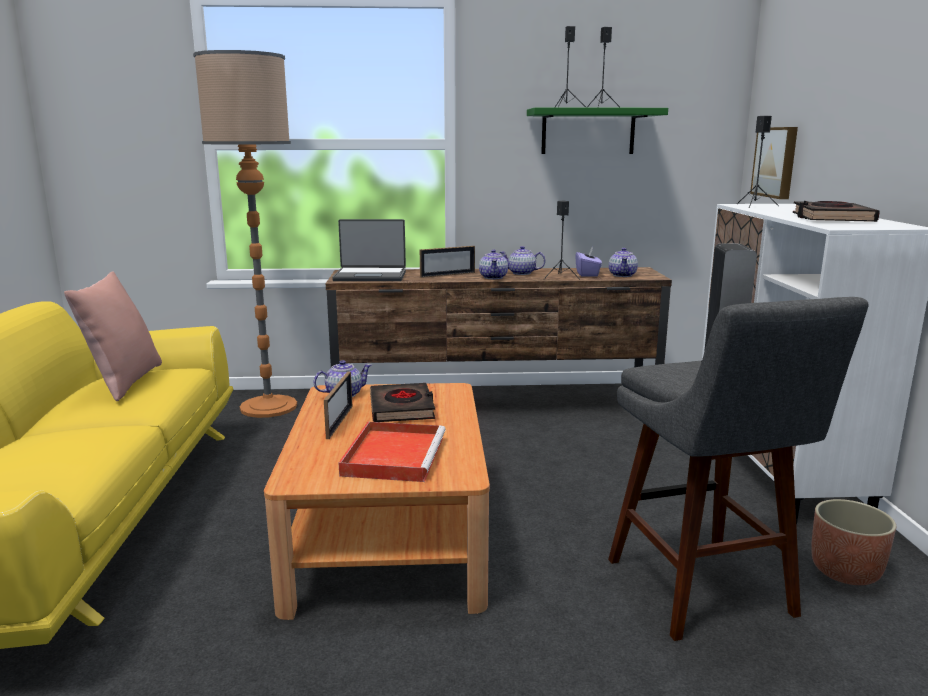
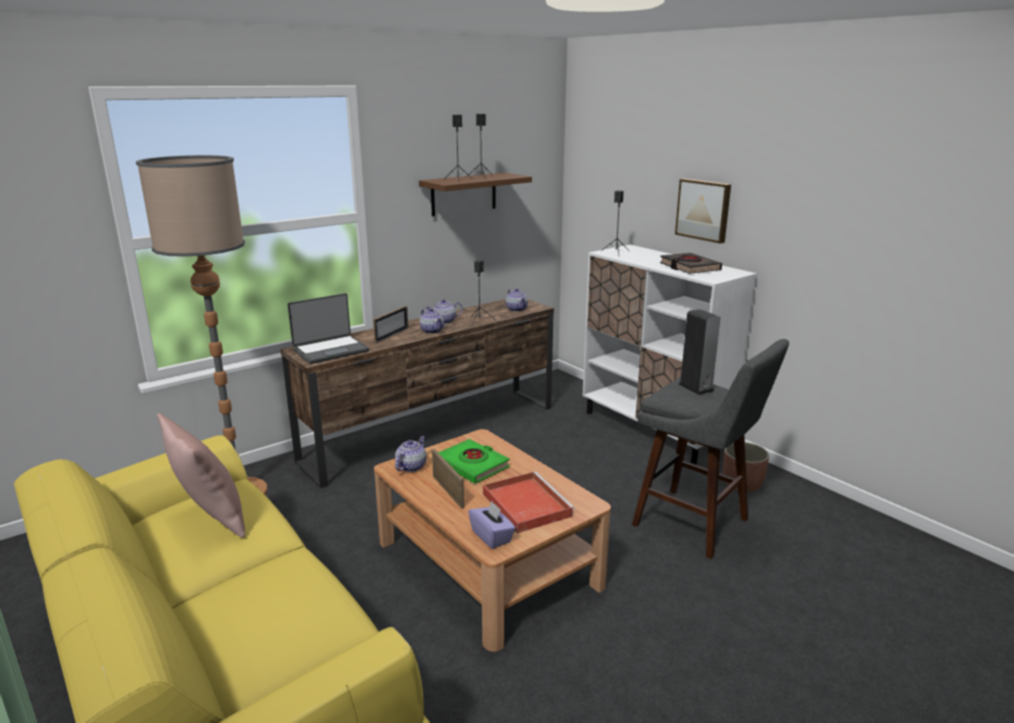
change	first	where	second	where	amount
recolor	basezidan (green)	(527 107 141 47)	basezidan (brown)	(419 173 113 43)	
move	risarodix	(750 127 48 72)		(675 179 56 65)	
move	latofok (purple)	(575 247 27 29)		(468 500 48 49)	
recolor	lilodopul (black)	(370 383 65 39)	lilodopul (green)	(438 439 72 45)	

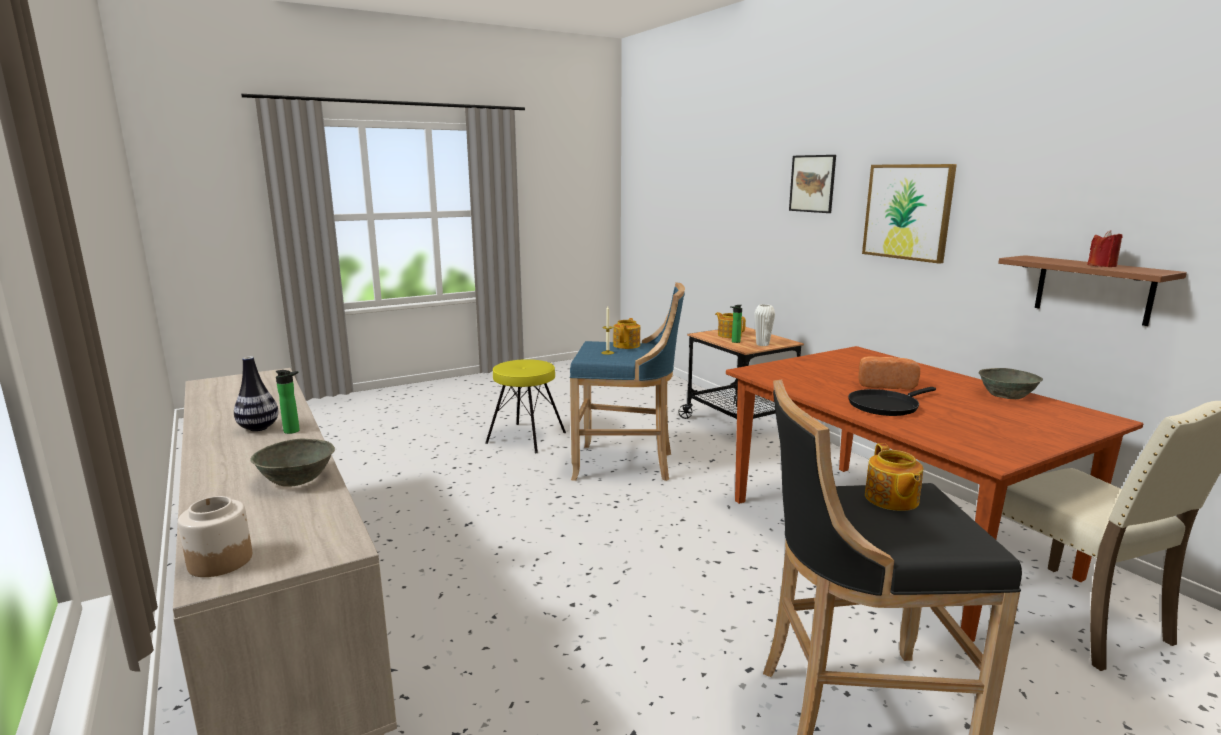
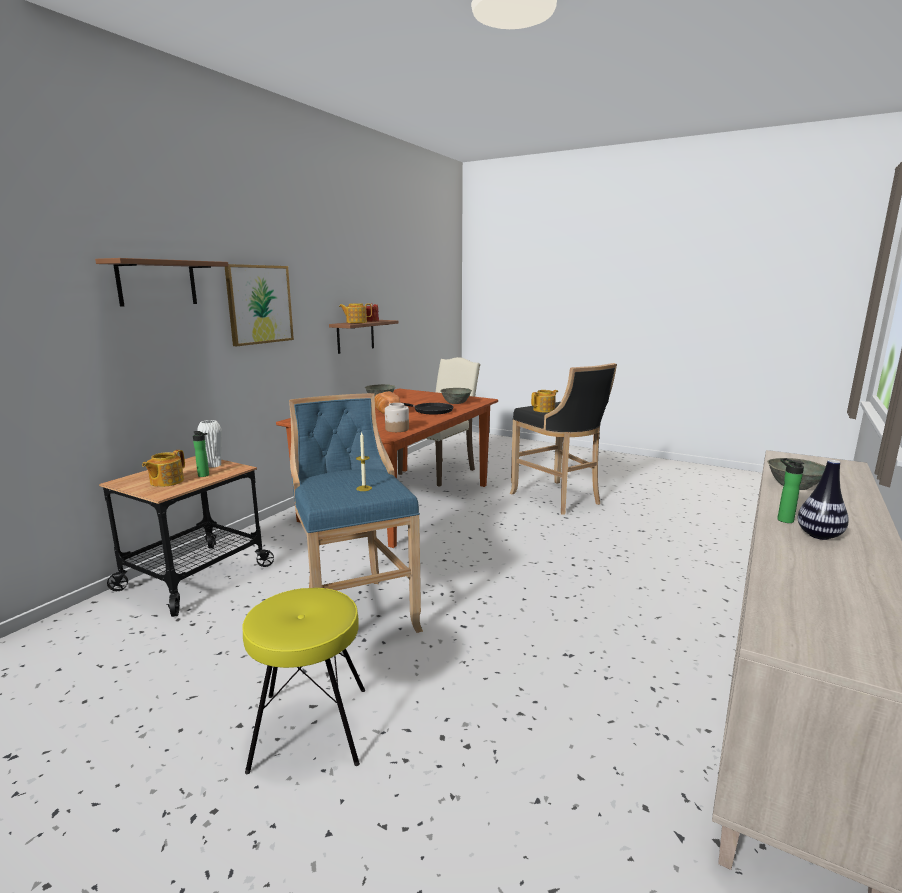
change	first	where	second	where	amount
replace	risarodix	(789 155 47 58)	basezidan (brown)	(95 258 133 49)	
move	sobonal	(613 318 27 31)		(339 303 33 20)	
move	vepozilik	(178 496 74 81)		(385 403 24 29)	
insert			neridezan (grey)	(440 388 32 16)	

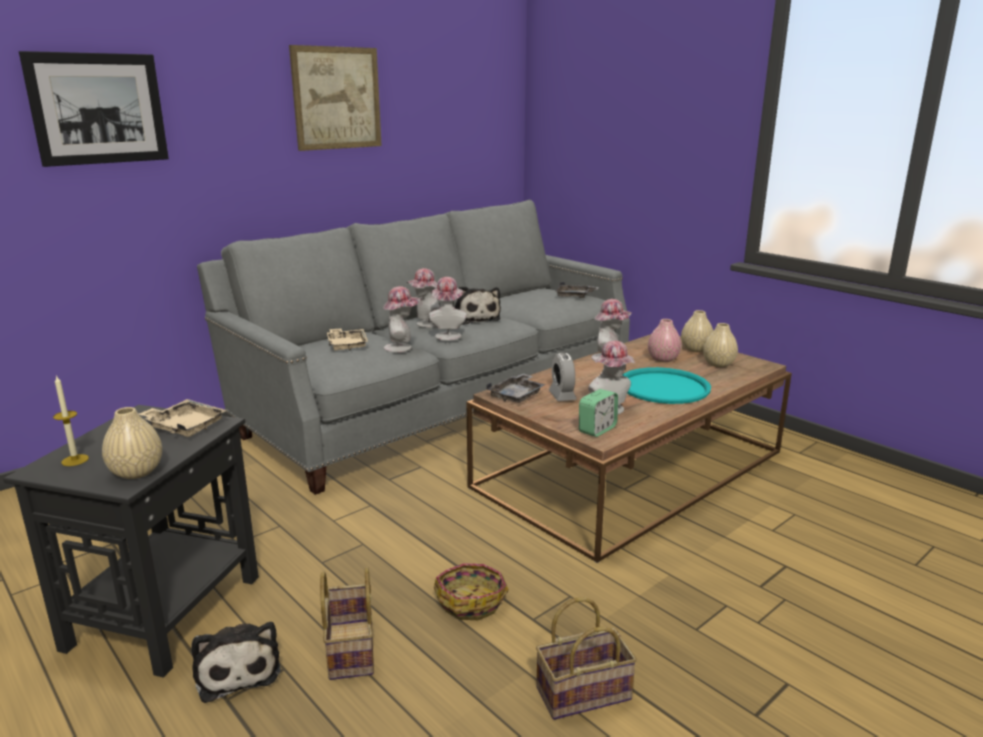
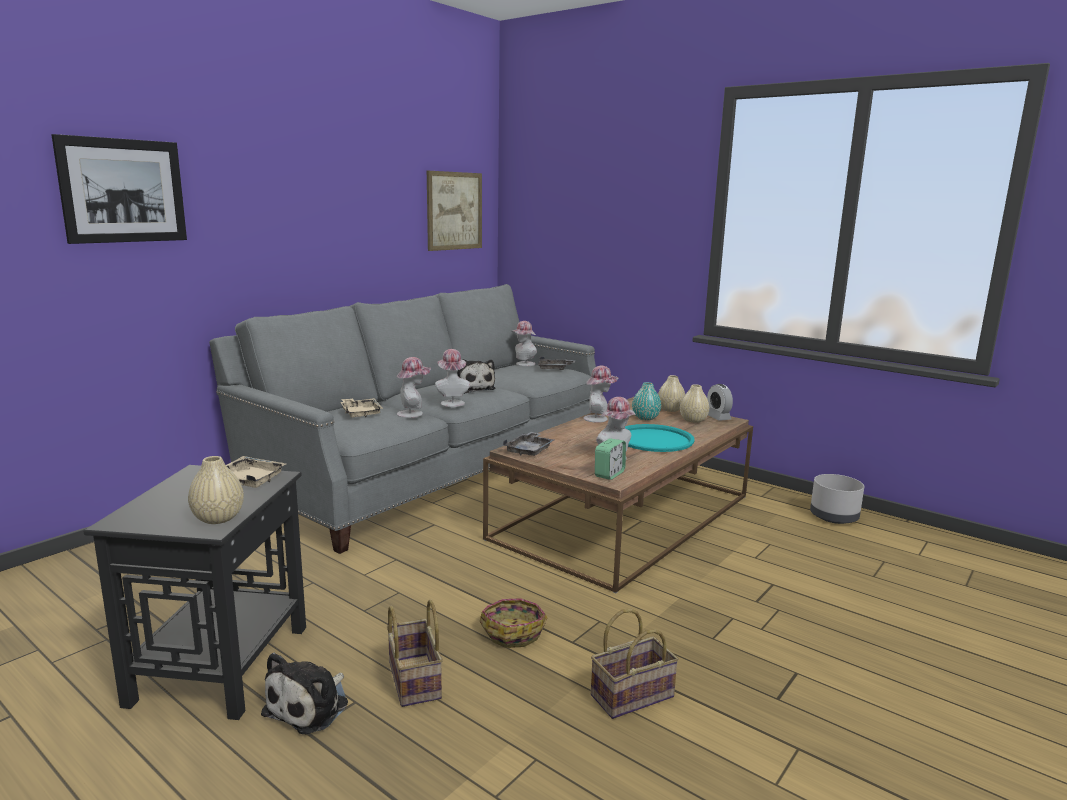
change	first	where	second	where	amount
move	risarodix	(289 45 93 106)		(427 171 55 80)	
move	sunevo	(407 268 33 60)		(512 321 25 45)	
recolor	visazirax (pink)	(648 319 33 43)	visazirax (turquoise)	(632 382 29 38)	
move	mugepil	(549 353 28 48)		(707 384 26 37)	
delete	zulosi	(53 375 36 91)			
rotate	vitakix	(191 622 90 81)		(261 653 87 81)	60 degrees clockwise
insert			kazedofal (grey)	(810 474 54 50)	

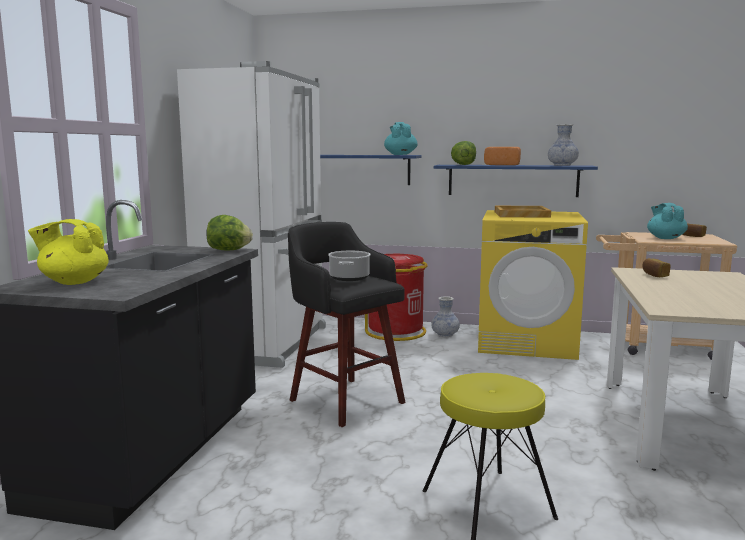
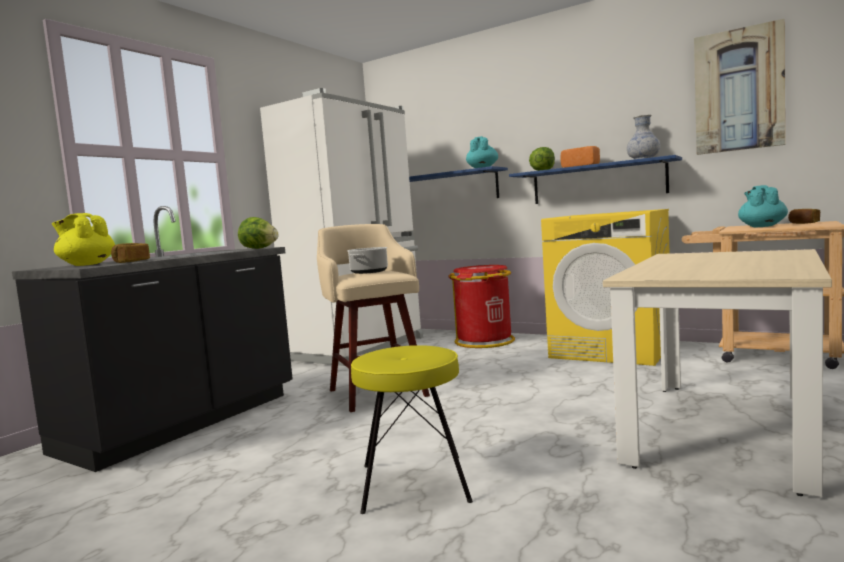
change	first	where	second	where	amount
delete	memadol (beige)	(495 206 56 12)			
recolor	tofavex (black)	(288 222 118 205)	tofavex (beige)	(317 224 113 188)	
move	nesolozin	(642 258 29 19)		(111 243 39 20)	
delete	visazirax	(431 296 29 41)			
insert			risarodix	(694 19 91 136)	

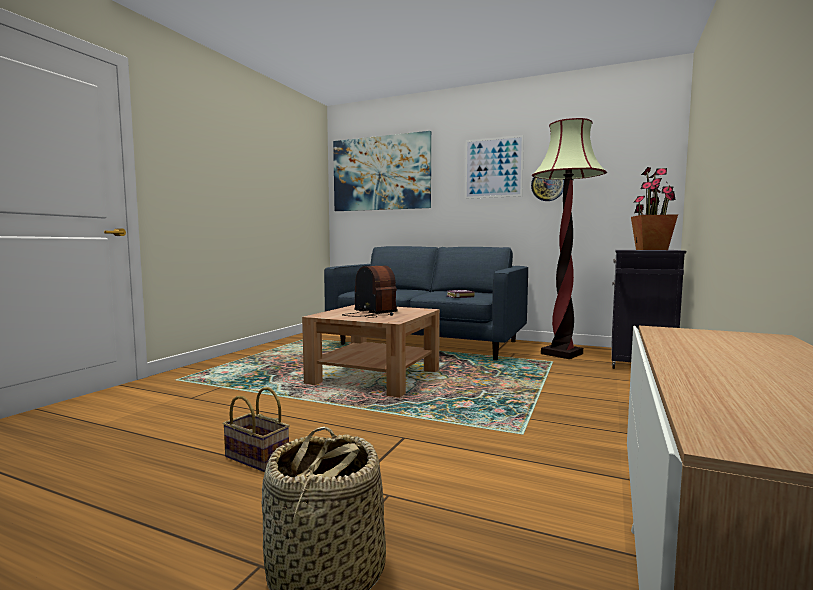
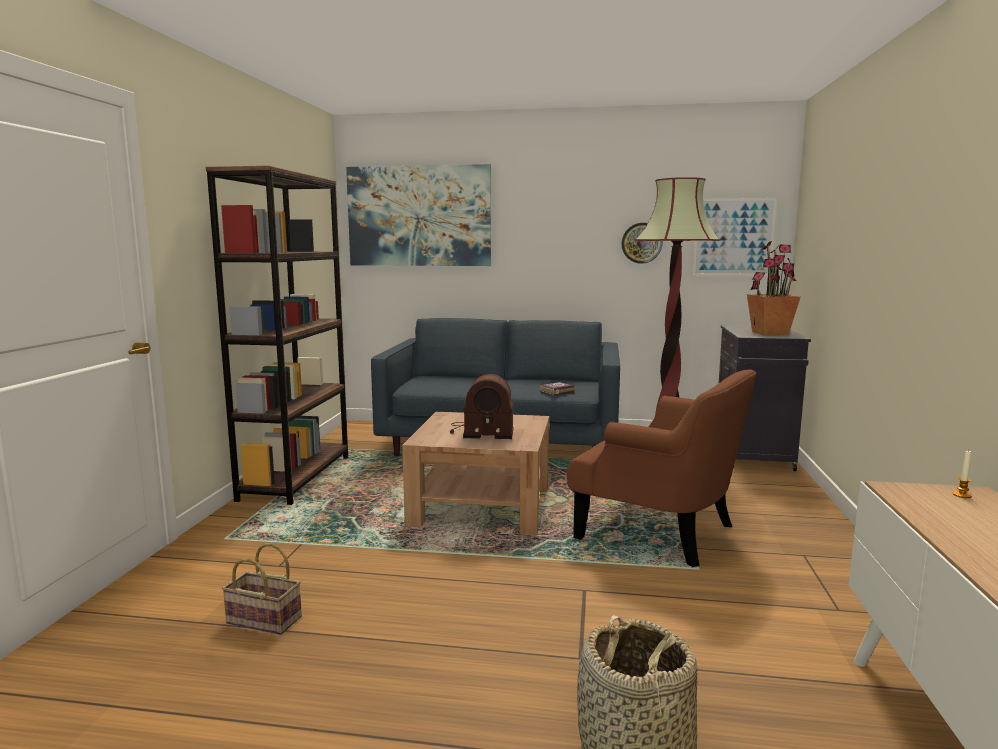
change	first	where	second	where	amount
move	risarodix	(465 135 59 64)		(692 198 85 78)	
rotate	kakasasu	(342 266 56 51)		(450 374 63 65)	150 degrees clockwise
move	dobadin	(223 387 67 85)		(222 543 80 92)	
insert			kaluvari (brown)	(206 166 142 339)	
insert			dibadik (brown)	(567 369 189 198)	
insert			zulosi	(952 450 20 48)	

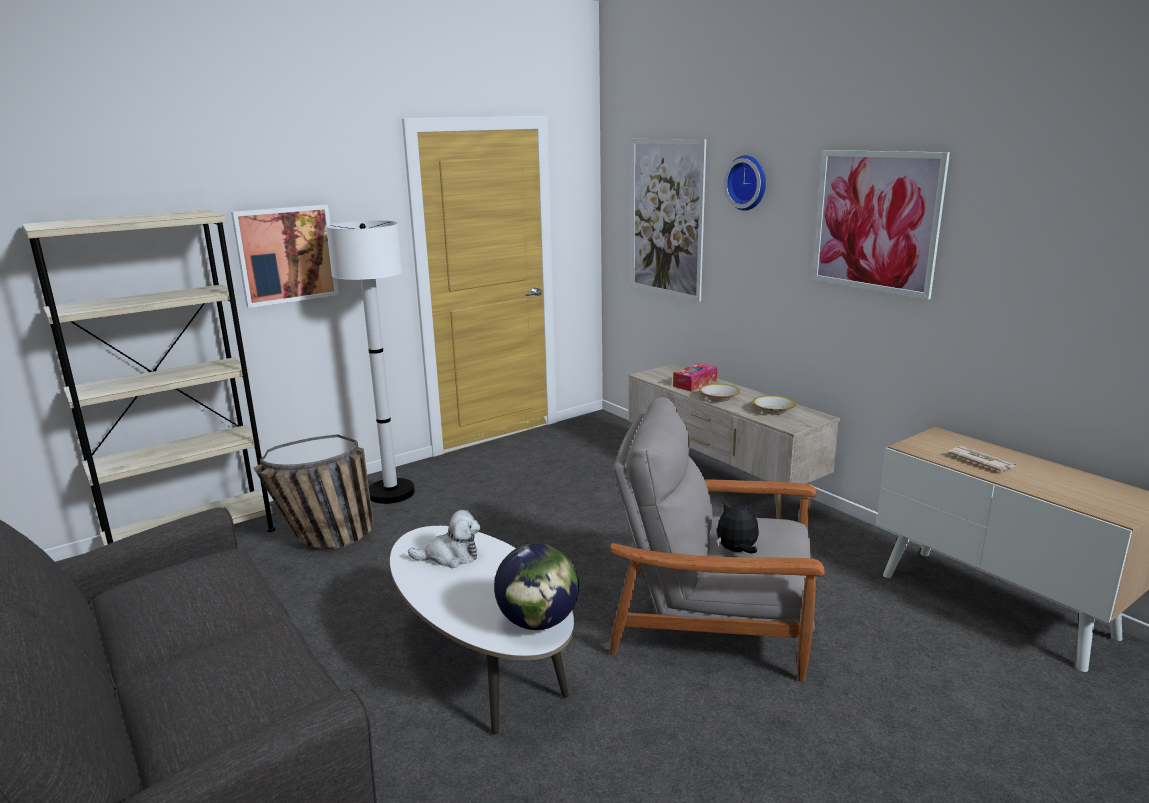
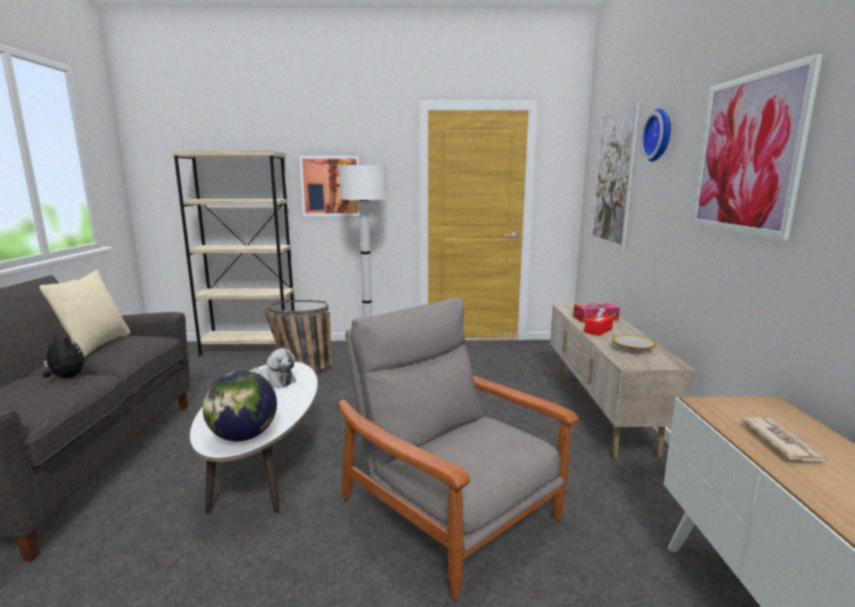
change	first	where	second	where	amount
replace	neridezan	(699 384 41 18)	latofok (red)	(584 307 29 29)	
move	vitakix	(717 501 42 53)		(42 332 42 46)	
insert			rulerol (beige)	(39 270 92 87)	

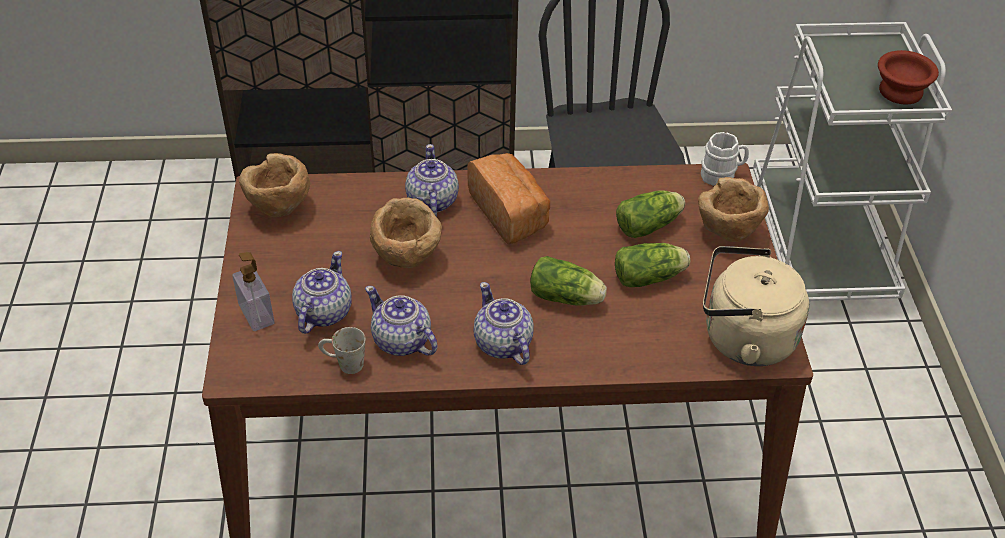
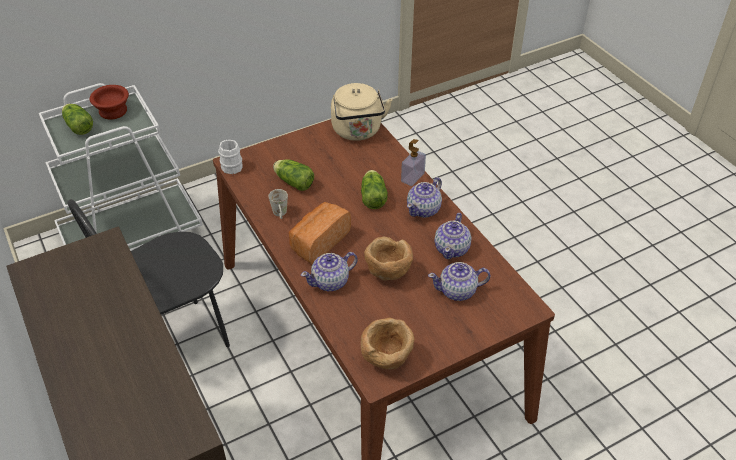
change	first	where	second	where	amount
delete	neridezan (brown)	(698 177 71 65)			
move	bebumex	(615 243 75 44)		(62 104 31 31)	
move	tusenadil	(232 252 42 79)		(401 139 25 47)	
move	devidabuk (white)	(318 327 48 47)		(269 189 19 30)	

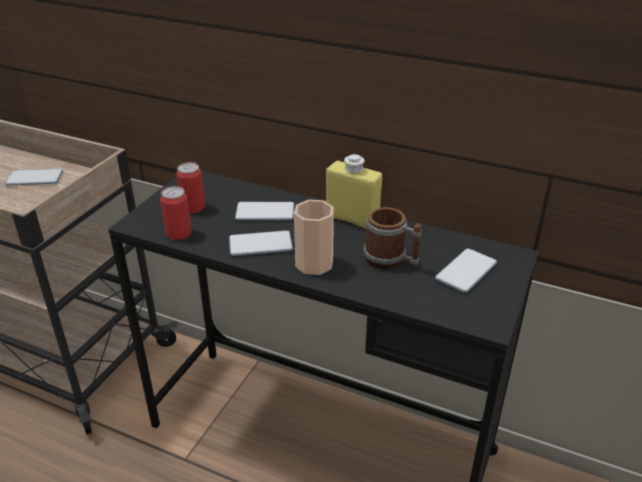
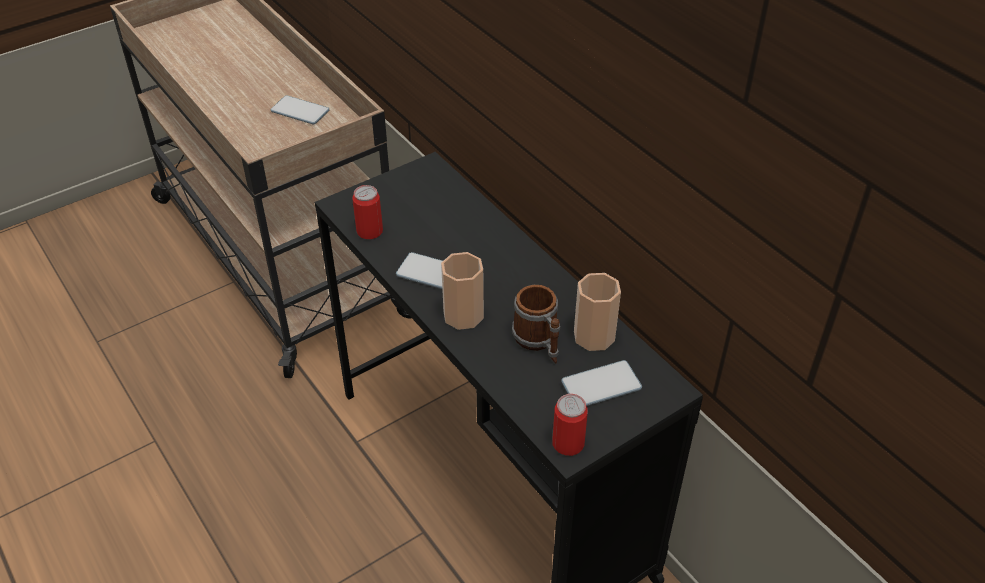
change	first	where	second	where	amount
delete	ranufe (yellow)	(326 154 56 75)			
move	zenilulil	(176 162 29 51)		(552 394 36 62)	
delete	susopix	(235 202 59 19)			
insert			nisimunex	(574 273 47 78)	

